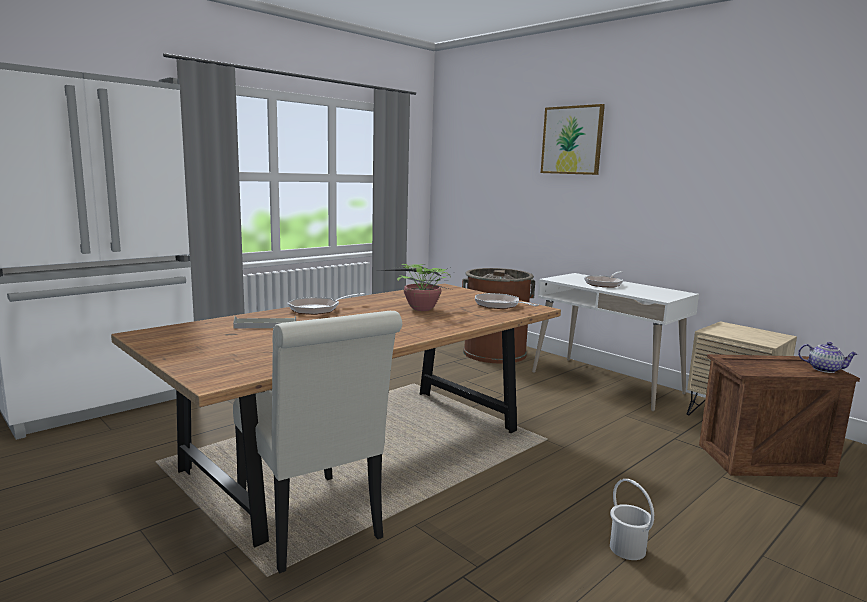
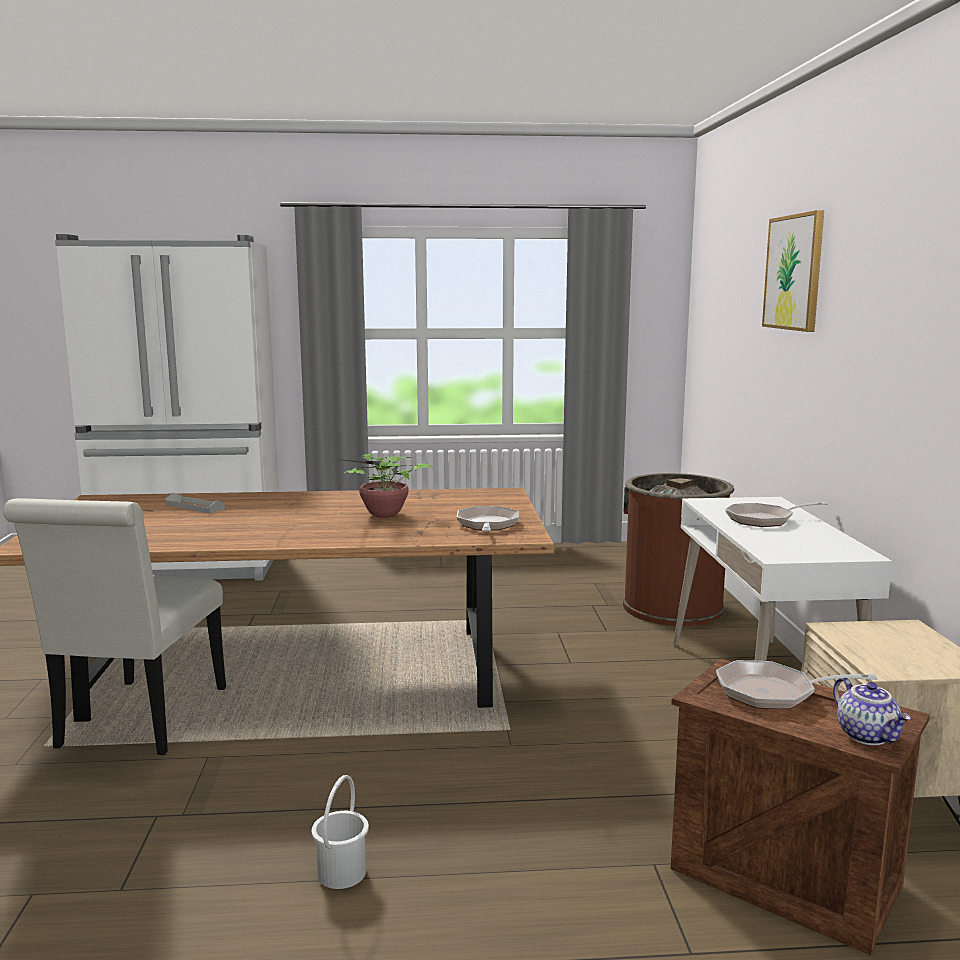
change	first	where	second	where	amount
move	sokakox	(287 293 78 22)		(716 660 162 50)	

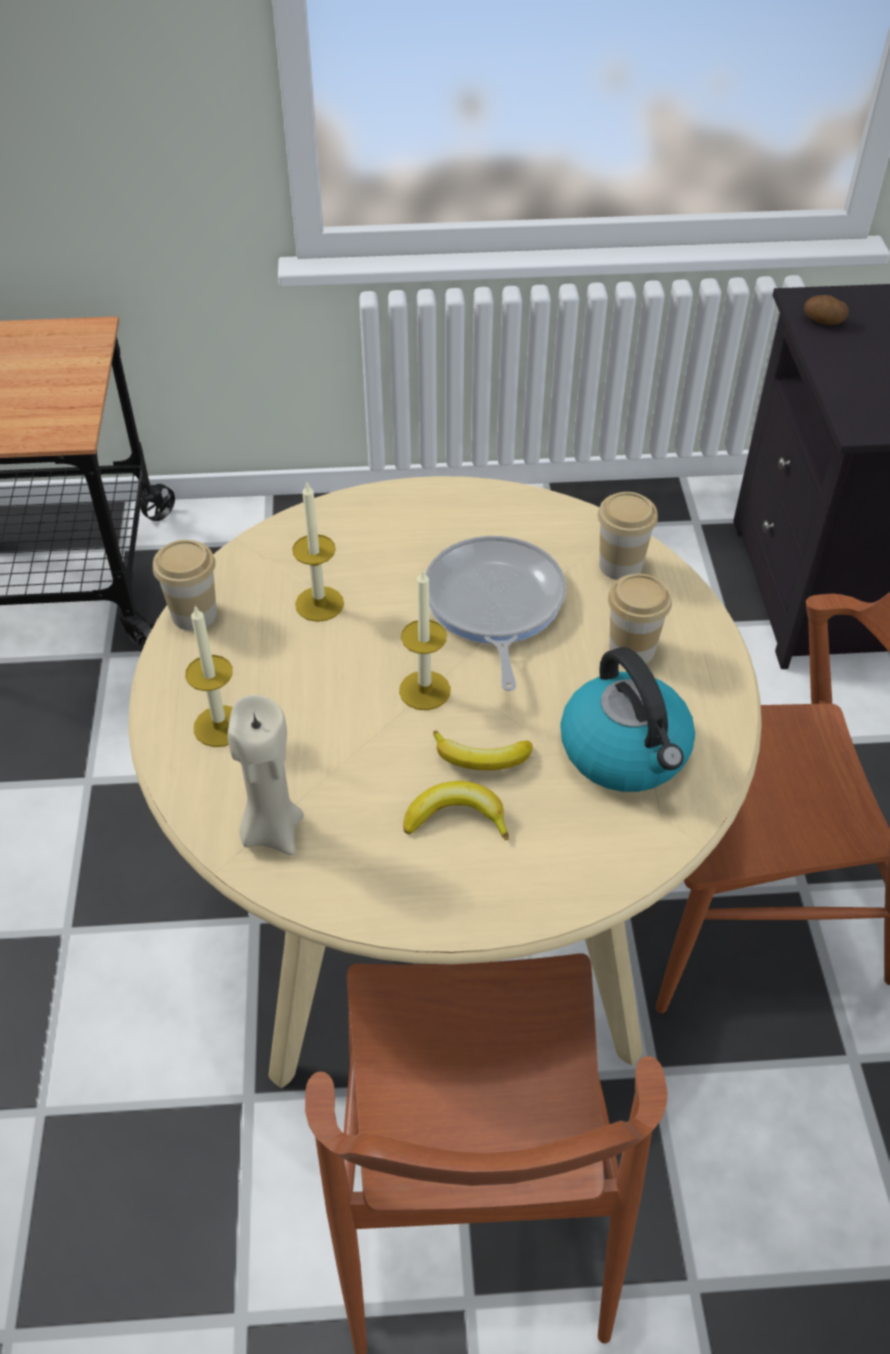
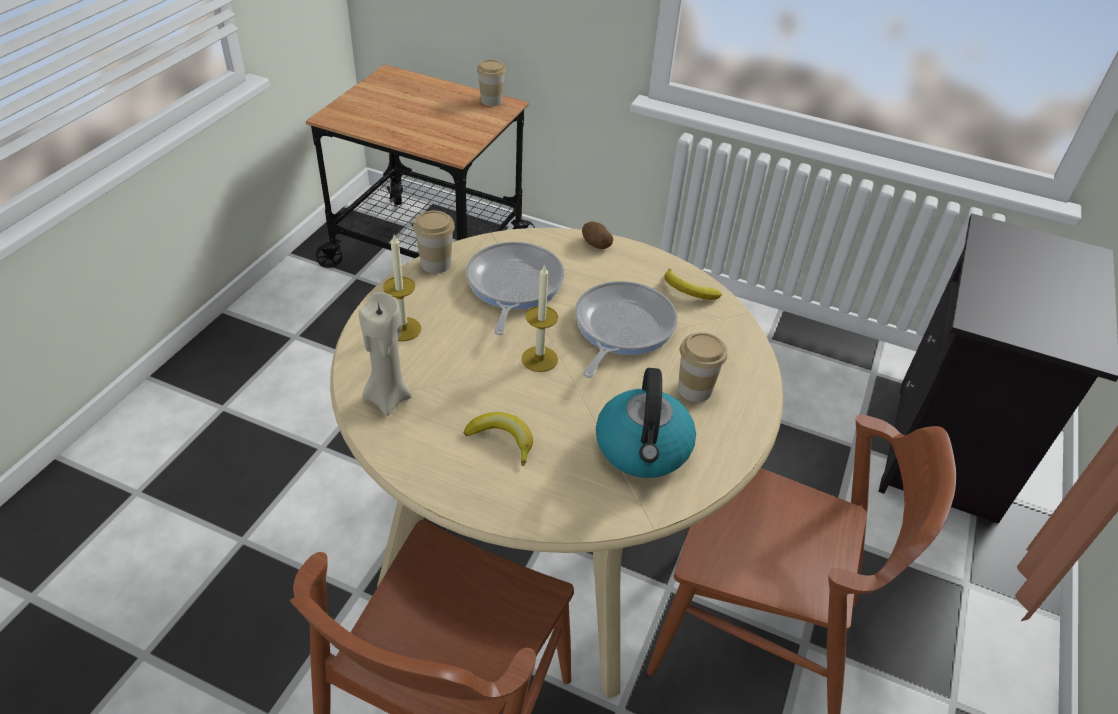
change	first	where	second	where	amount
move	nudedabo	(804 295 45 30)		(582 222 31 27)	
replace	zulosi	(292 483 52 139)	sokakox	(466 242 98 93)	
move	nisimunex	(598 492 60 88)		(477 60 29 46)	
move	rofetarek	(433 730 100 40)		(664 269 58 31)	

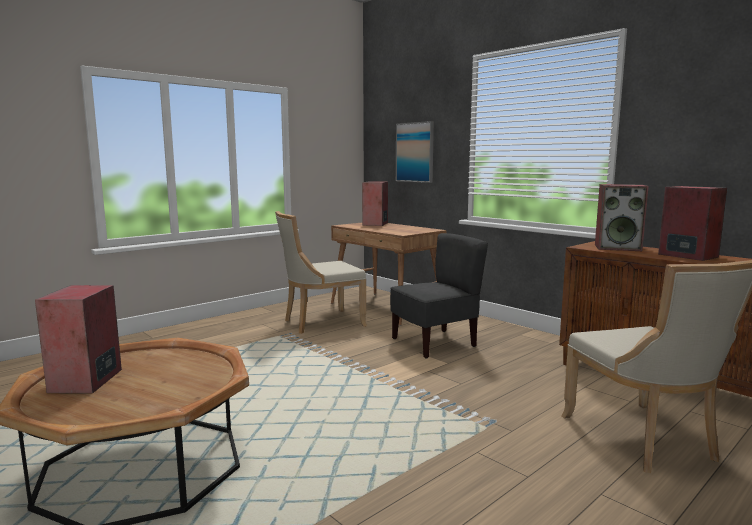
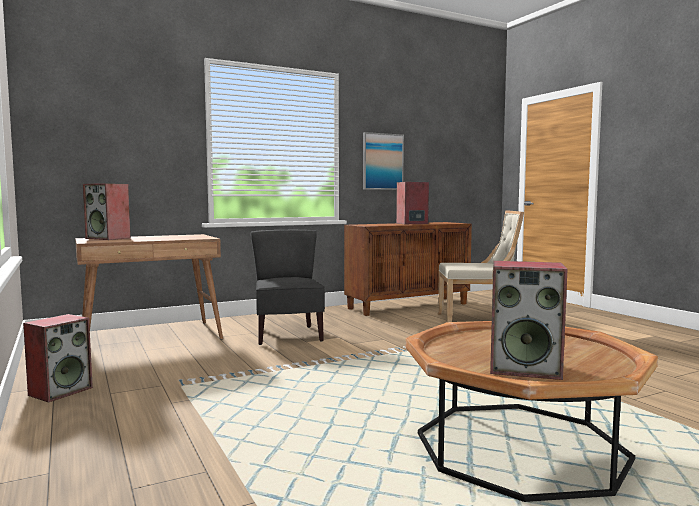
change	first	where	second	where	amount
move	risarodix	(396 121 38 62)		(363 132 41 58)	
move	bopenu	(595 184 54 67)		(23 314 70 89)	
delete	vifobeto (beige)	(275 211 92 123)			

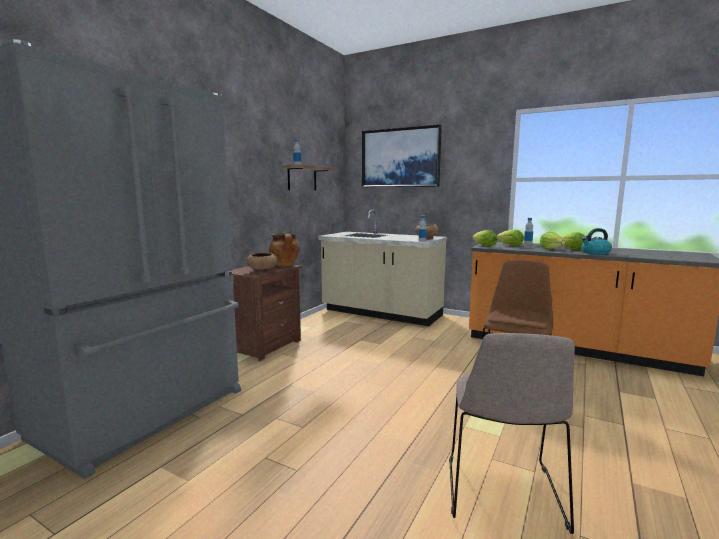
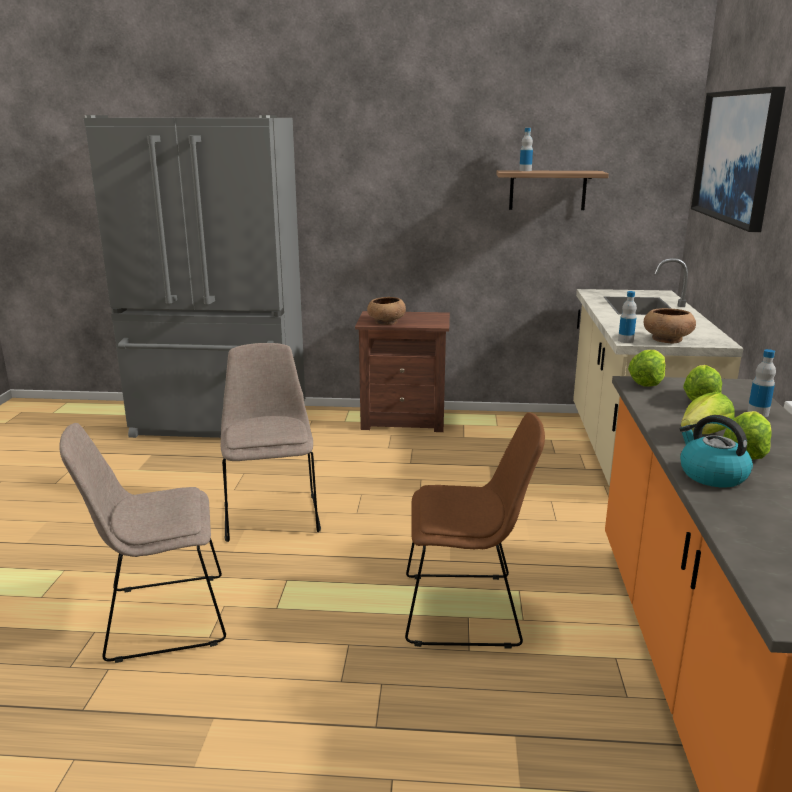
change	first	where	second	where	amount
delete	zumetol	(269 233 31 34)			
insert			vifobeto (beige)	(220 343 101 199)	

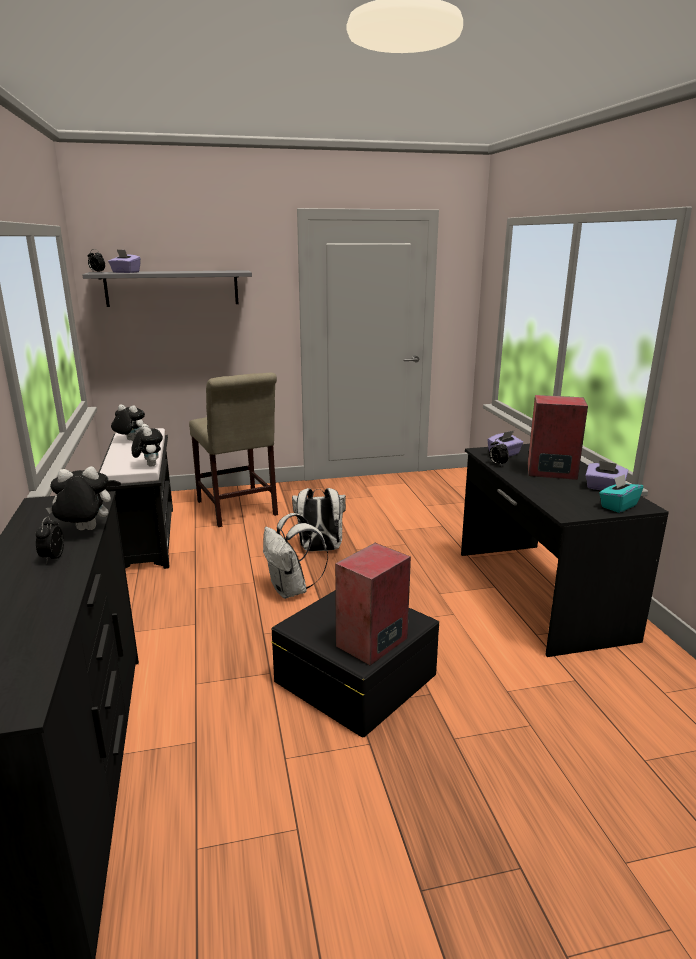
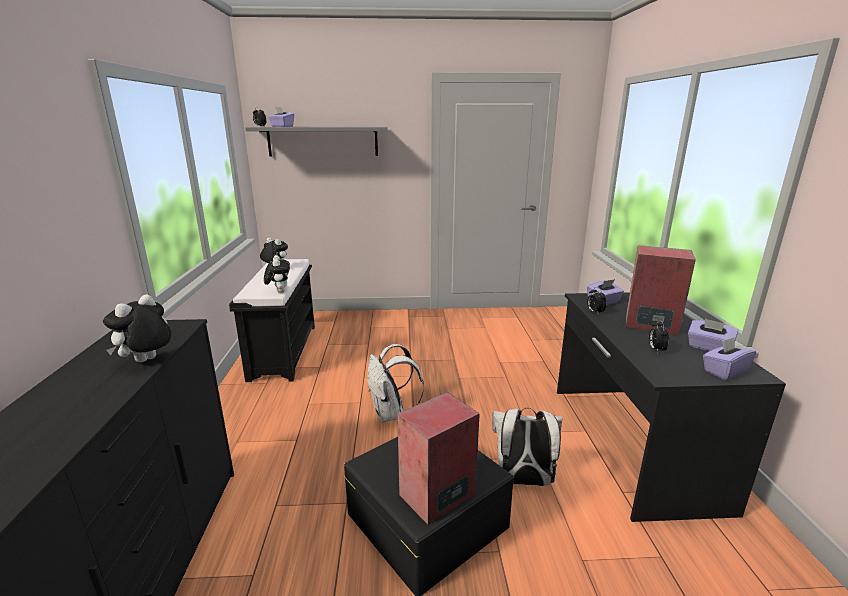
change	first	where	second	where	amount
delete	vifobeto (beige)	(189 373 89 154)			
rotate	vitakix	(46 466 65 64)		(103 294 68 68)	60 degrees counterclockwise
recolor	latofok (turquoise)	(599 474 45 39)	latofok (purple)	(703 337 53 43)	
move	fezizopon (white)	(292 488 54 63)		(492 407 71 79)	
move	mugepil	(35 517 29 45)		(649 320 20 32)	

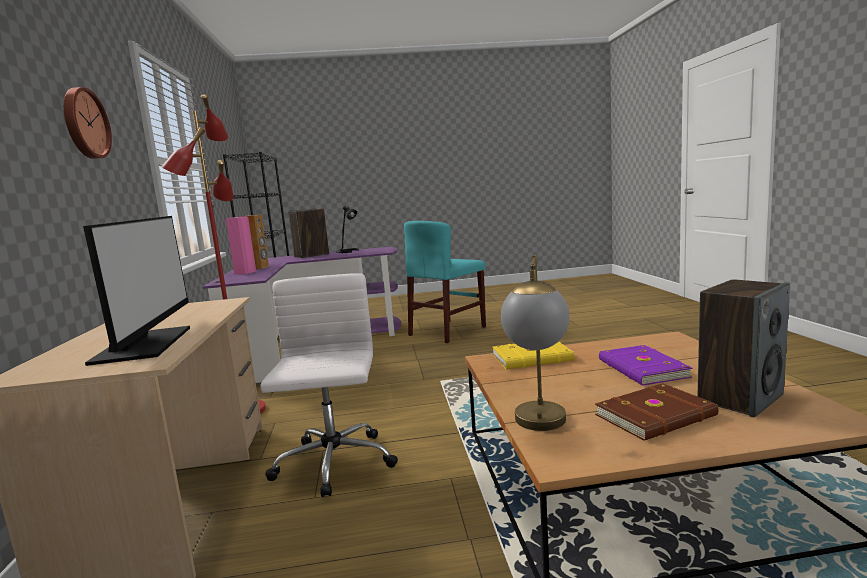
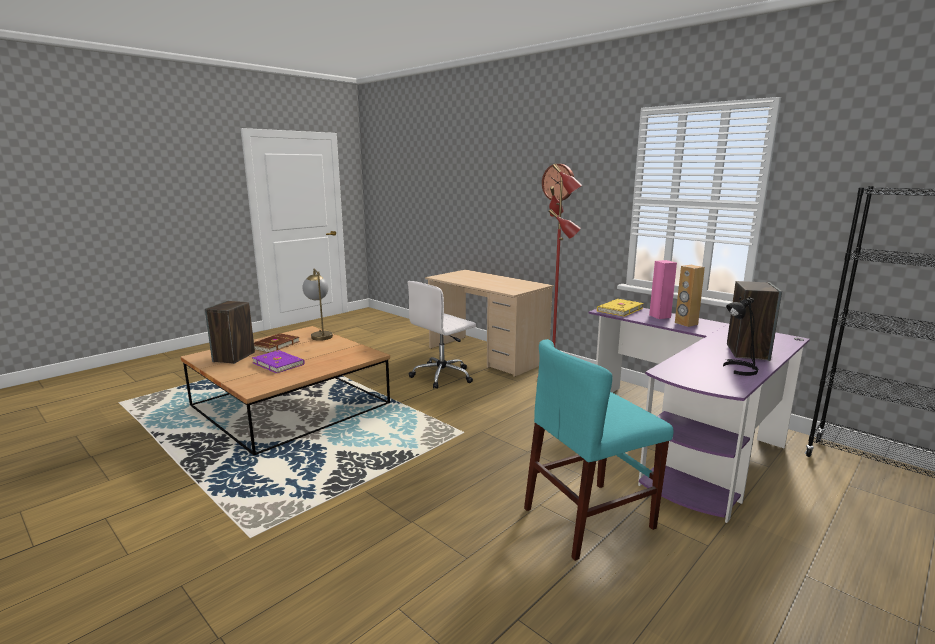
change	first	where	second	where	amount
delete	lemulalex	(83 216 107 150)			
rotate	vifobeto (turquoise)	(404 221 82 122)		(524 339 150 222)	120 degrees counterclockwise
rotate	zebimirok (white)	(260 273 138 224)		(408 281 68 108)	90 degrees clockwise
move	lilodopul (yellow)	(492 341 83 28)		(597 299 47 18)	

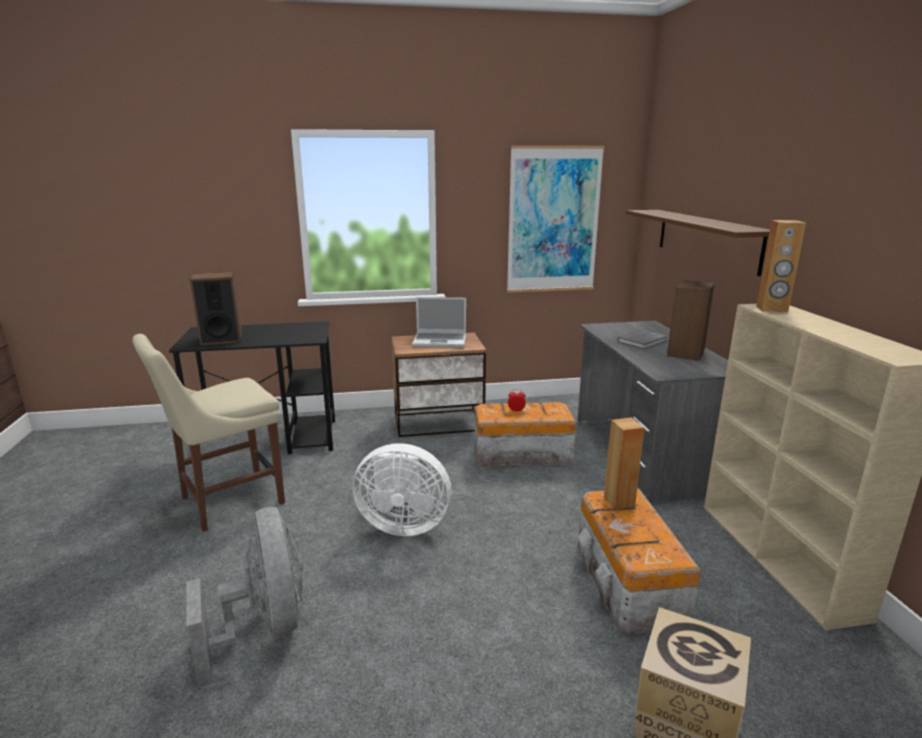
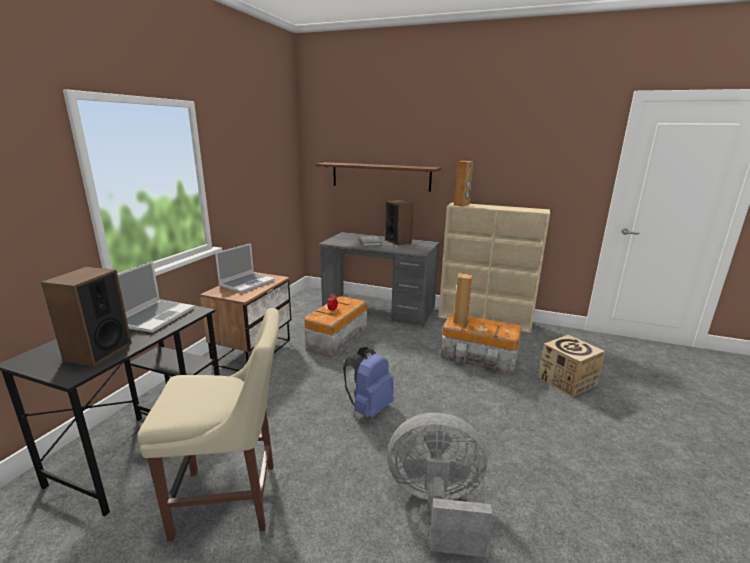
change	first	where	second	where	amount
delete	risarodix	(507 145 98 148)			
rotate	vifobeto (beige)	(132 334 153 198)		(137 308 143 233)	90 degrees counterclockwise
replace	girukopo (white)	(353 443 99 93)	fezizopon (blue)	(343 347 51 71)	
insert			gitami	(117 261 78 72)	

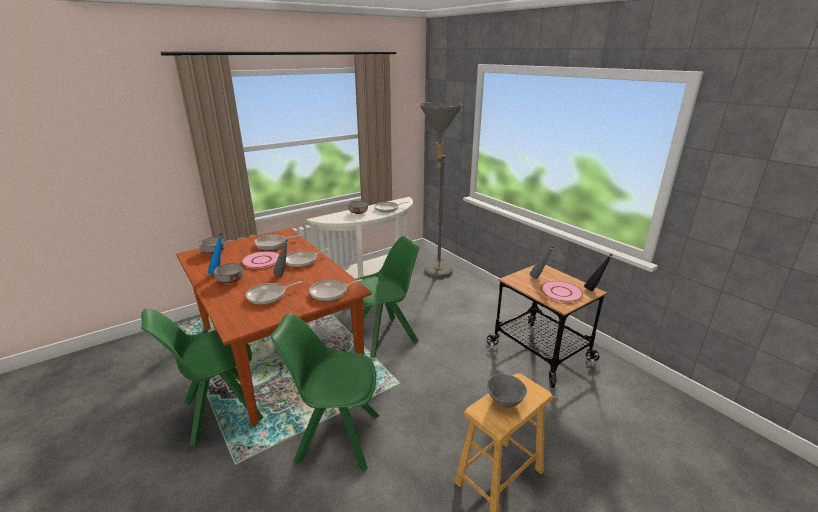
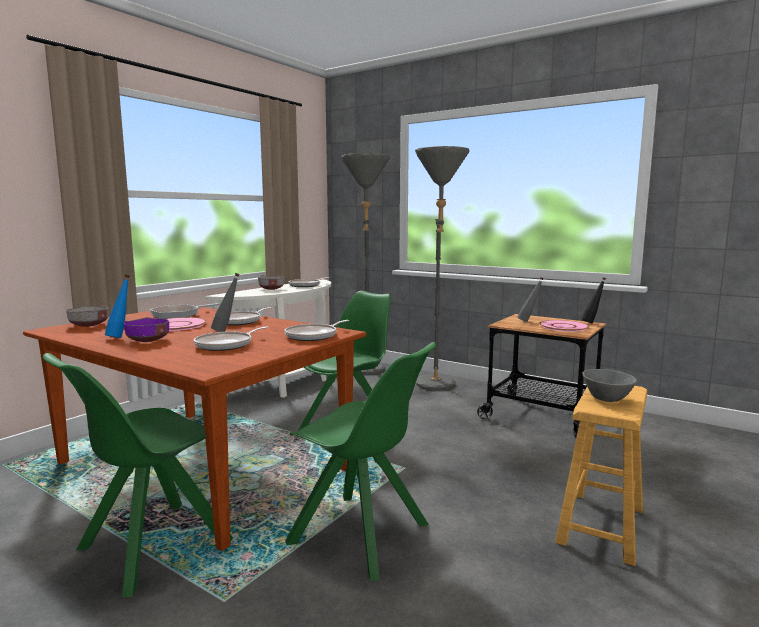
change	first	where	second	where	amount
recolor	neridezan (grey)	(214 263 29 20)	neridezan (purple)	(124 317 45 25)	
rotate	vifobeto (green)	(271 313 109 158)		(285 342 151 239)	135 degrees counterclockwise
insert			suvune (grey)	(415 146 54 244)	

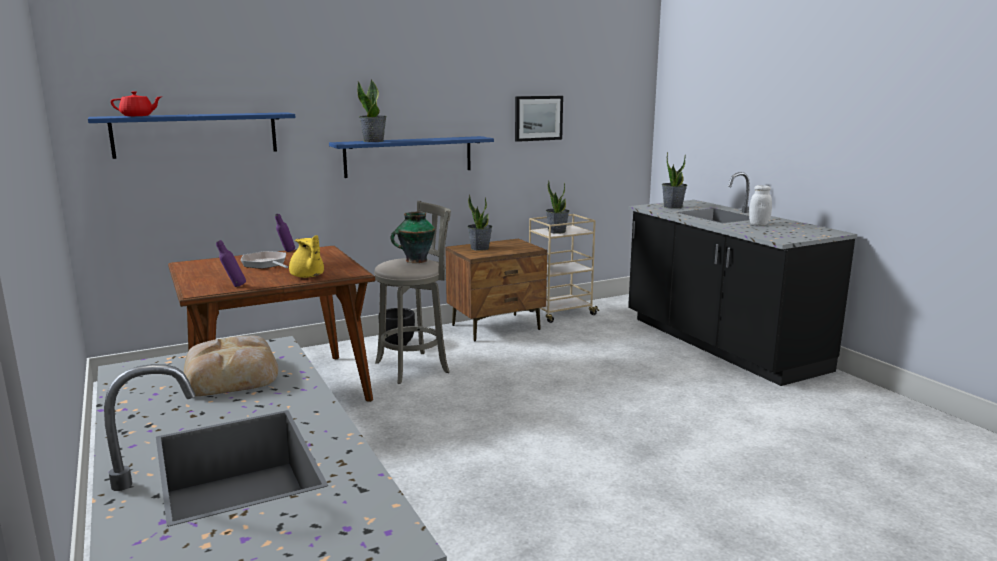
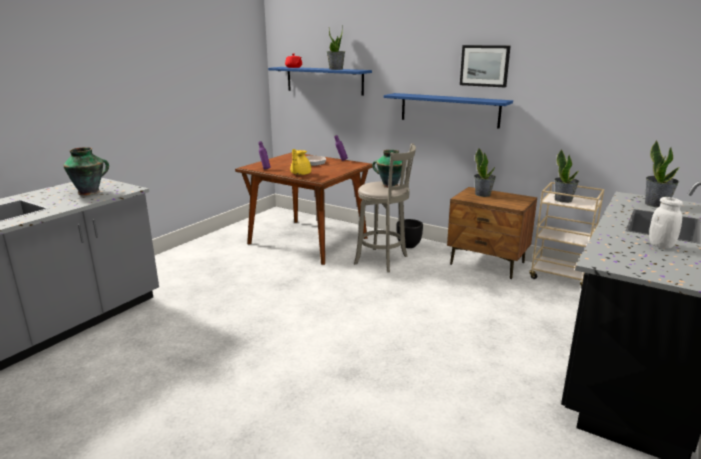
change	first	where	second	where	amount
move	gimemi	(357 79 29 63)		(327 25 18 45)	
move	risarodix	(515 96 48 46)		(460 45 50 42)	
replace	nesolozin	(184 336 94 60)	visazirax	(63 147 46 48)	

